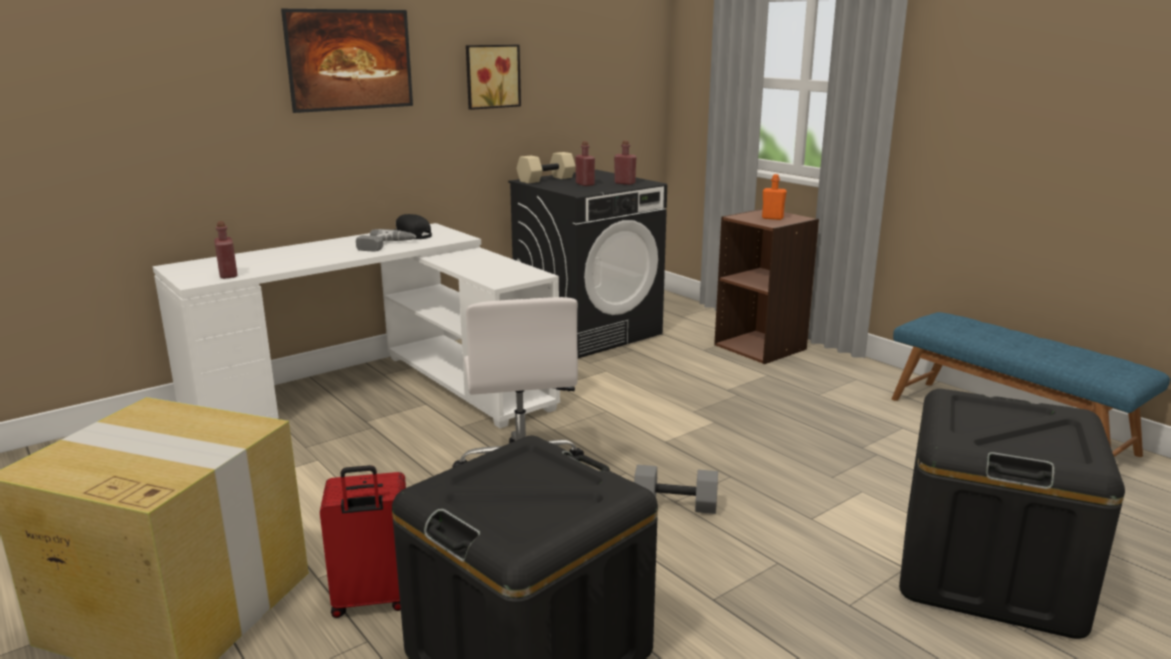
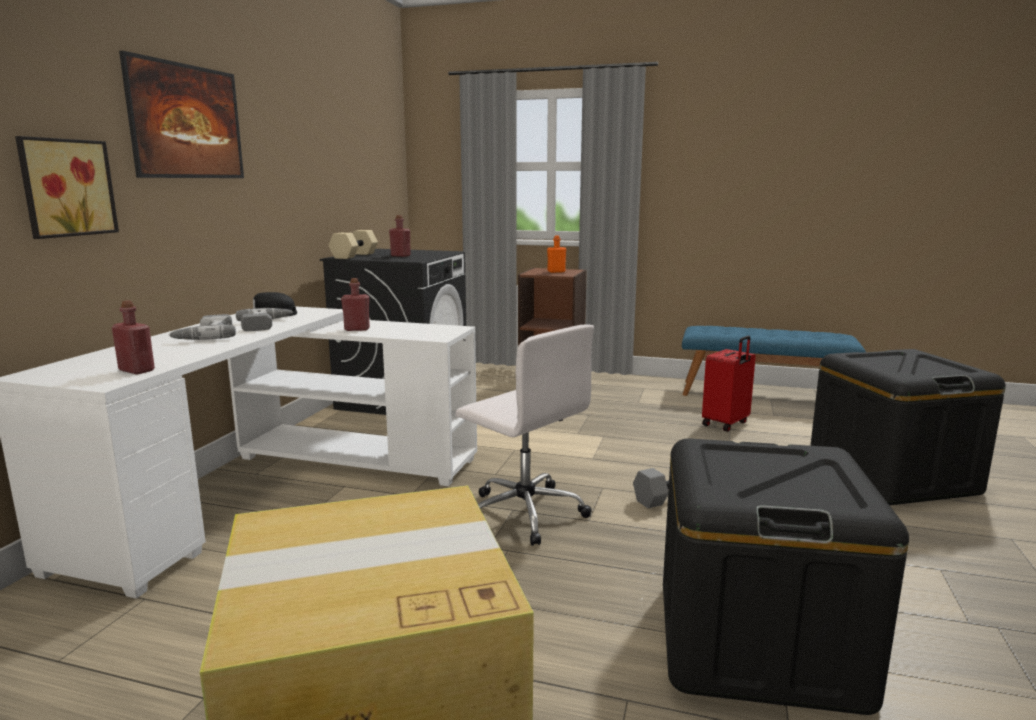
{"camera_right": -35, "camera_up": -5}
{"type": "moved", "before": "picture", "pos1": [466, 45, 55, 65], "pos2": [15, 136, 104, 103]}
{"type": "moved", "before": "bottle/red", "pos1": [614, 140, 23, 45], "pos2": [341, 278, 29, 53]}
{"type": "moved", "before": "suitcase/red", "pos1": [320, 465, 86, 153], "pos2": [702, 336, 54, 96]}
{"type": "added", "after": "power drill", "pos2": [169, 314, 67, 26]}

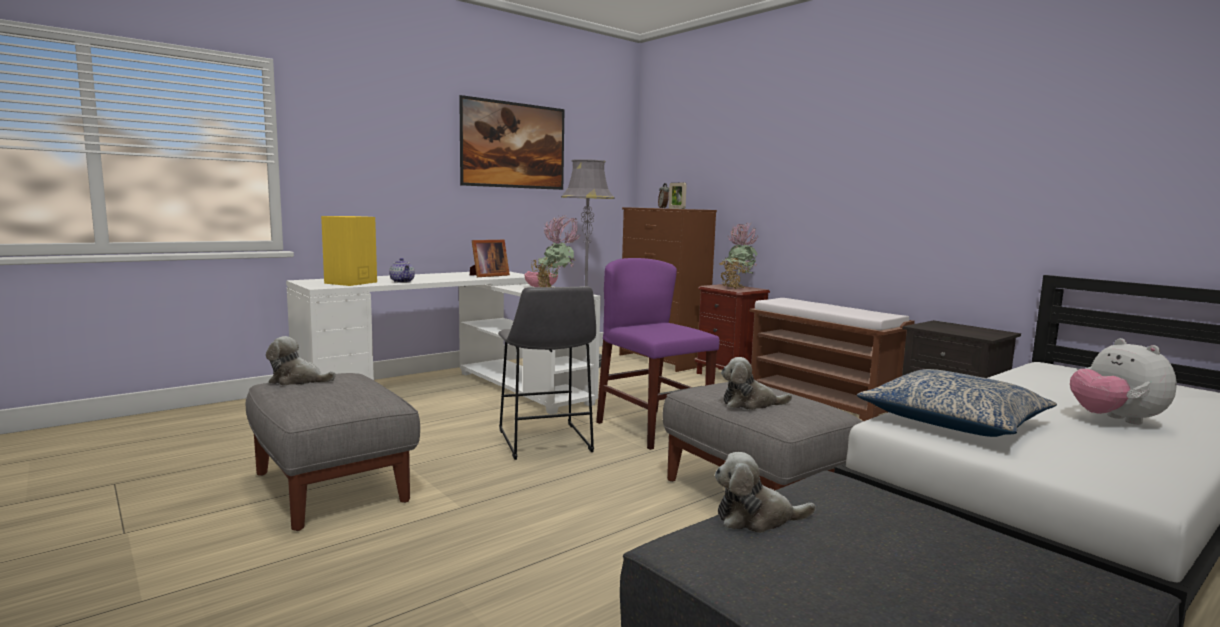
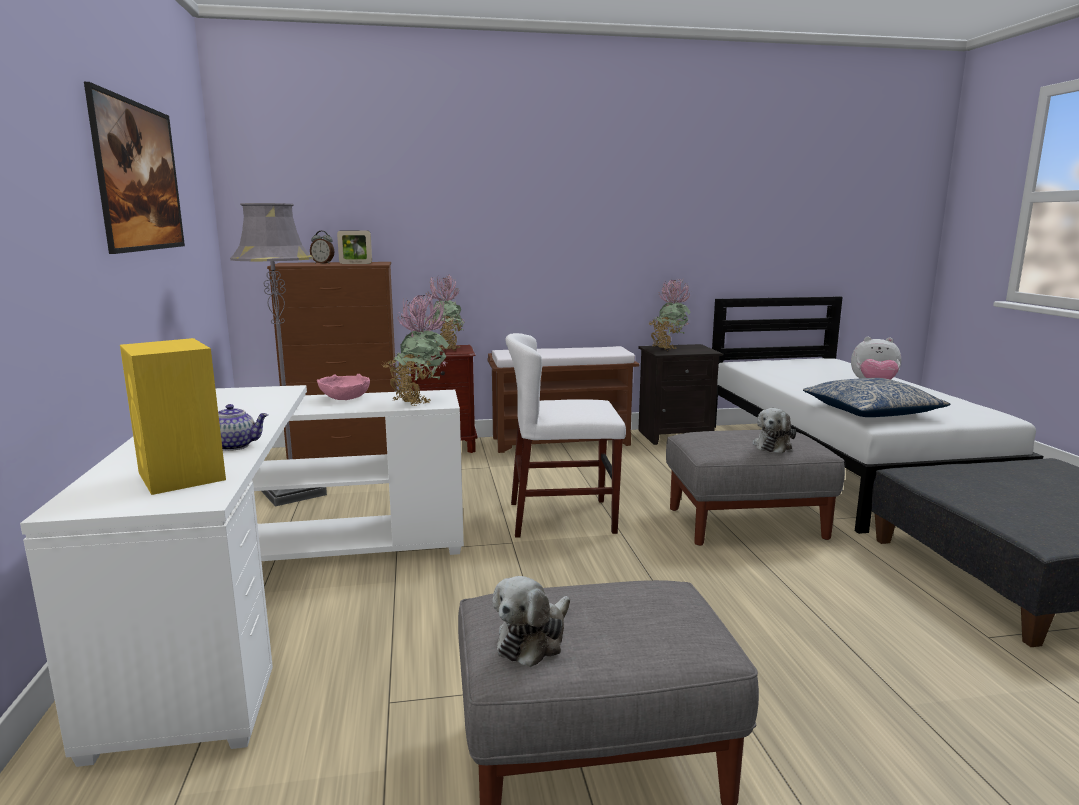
{"camera_right": -60, "camera_up": 5}
{"type": "removed", "before": "picture frame", "pos1": [470, 240, 40, 37]}
{"type": "recoloured", "before": "chair/purple", "after": "chair/white", "pos1": [596, 258, 124, 192], "pos2": [505, 333, 121, 205]}
{"type": "removed", "before": "stool/grey", "pos1": [498, 286, 98, 174]}
{"type": "removed", "before": "plush toy", "pos1": [715, 452, 101, 81]}
{"type": "added", "after": "potted plant", "pos2": [649, 278, 42, 72]}

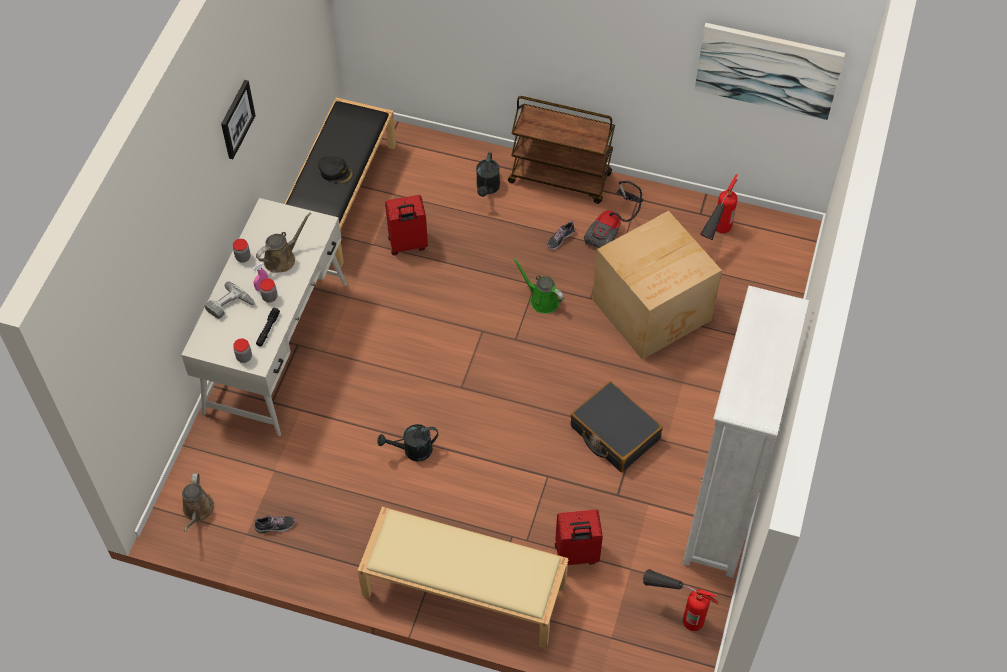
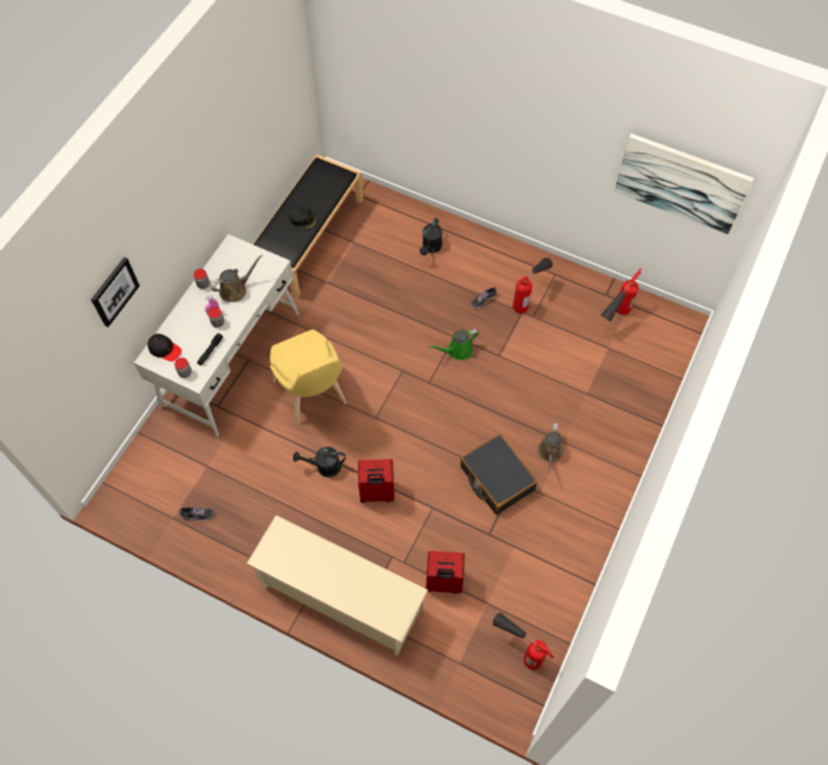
{"camera_right": 10, "camera_up": 5}
{"type": "moved", "before": "picture", "pos1": [221, 80, 35, 79], "pos2": [91, 257, 49, 70]}
{"type": "removed", "before": "cart/brown", "pos1": [508, 96, 107, 108]}
{"type": "replaced", "before": "vacuum cleaner", "after": "fire extinguisher", "pos1": [584, 181, 60, 67], "pos2": [513, 257, 40, 56]}
{"type": "moved", "before": "suitcase/red", "pos1": [385, 195, 43, 60], "pos2": [358, 459, 36, 44]}
{"type": "removed", "before": "cardboard box", "pos1": [592, 211, 130, 149]}
{"type": "turned", "before": "watering can/green", "pos1": [513, 258, 51, 56], "pos2": [429, 329, 50, 31], "turn": -75}
{"type": "removed", "before": "power drill", "pos1": [205, 281, 50, 38]}
{"type": "removed", "before": "bookcase/white", "pos1": [682, 286, 127, 292]}
{"type": "moved", "before": "watering can/brown", "pos1": [182, 473, 32, 58], "pos2": [537, 423, 27, 49]}
{"type": "replaced", "before": "bench/beige", "after": "shoe rack/beige", "pos1": [357, 507, 212, 142], "pos2": [246, 515, 182, 141]}
{"type": "added", "after": "chair/yellow", "pos2": [270, 329, 77, 96]}
{"type": "added", "after": "cap/black", "pos2": [148, 334, 34, 28]}

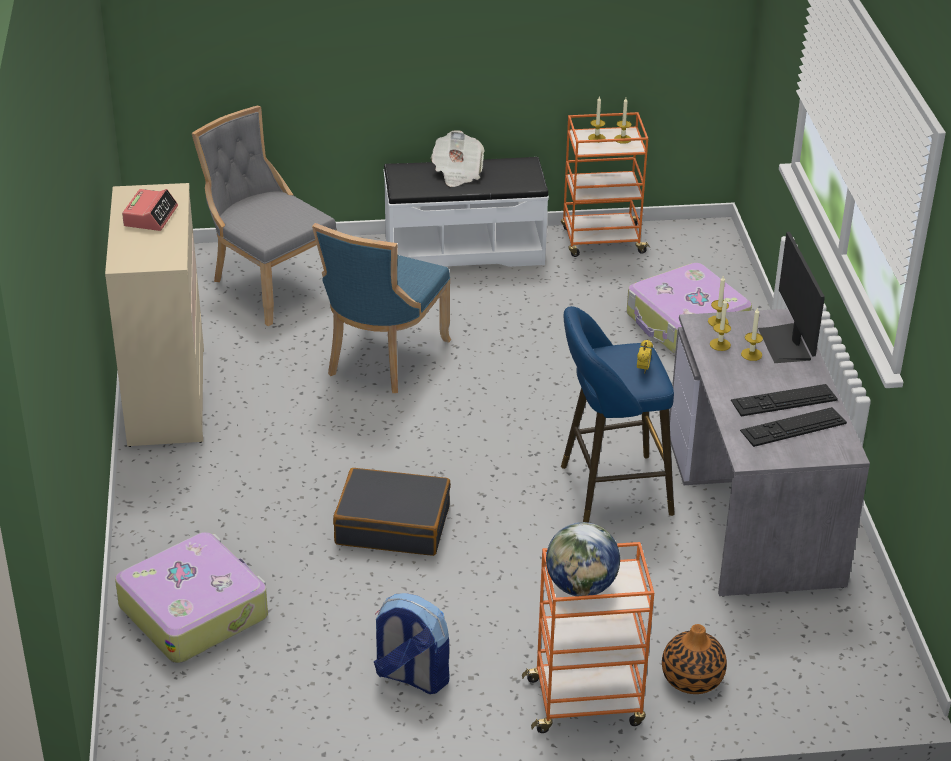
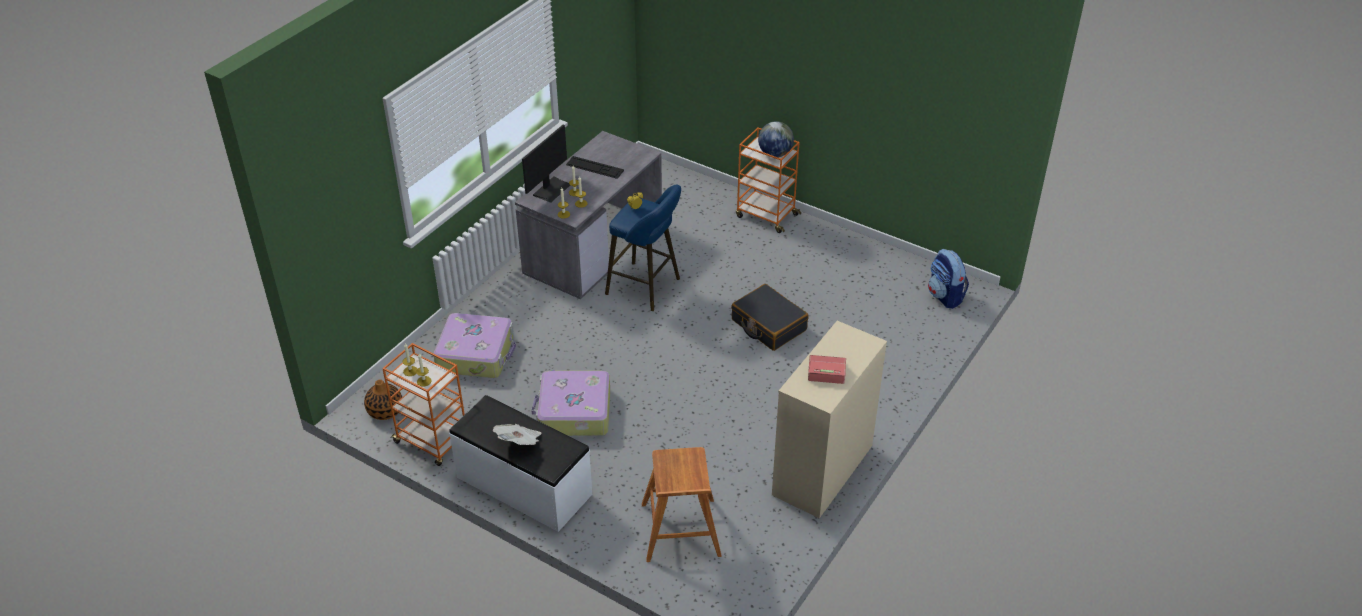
{"camera_right": -140, "camera_up": 5}
{"type": "replaced", "before": "chair/grey", "after": "stool/brown", "pos1": [192, 106, 145, 220], "pos2": [642, 447, 80, 115]}
{"type": "turned", "before": "alarm clock", "pos1": [122, 189, 56, 42], "pos2": [808, 355, 38, 29], "turn": 45}
{"type": "removed", "before": "chair/blue", "pos1": [312, 223, 139, 170]}
{"type": "removed", "before": "keyboard", "pos1": [740, 407, 107, 40]}
{"type": "moved", "before": "suitcase", "pos1": [115, 532, 153, 131], "pos2": [531, 371, 79, 65]}
{"type": "moved", "before": "backpack", "pos1": [374, 593, 75, 101], "pos2": [928, 249, 41, 60]}
{"type": "moved", "before": "vase", "pos1": [662, 624, 65, 70], "pos2": [364, 380, 38, 40]}

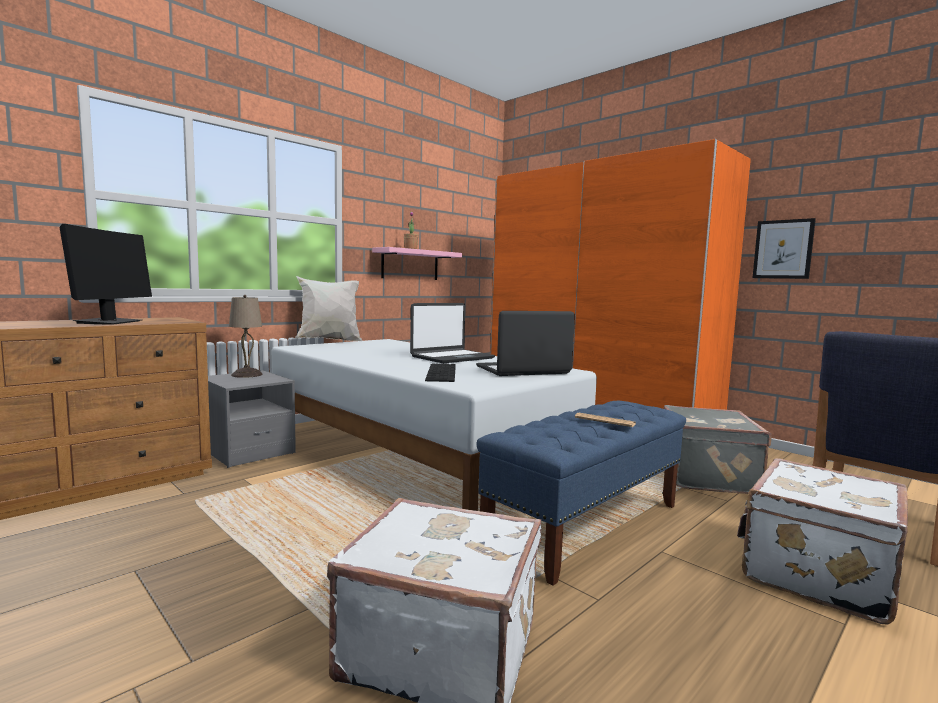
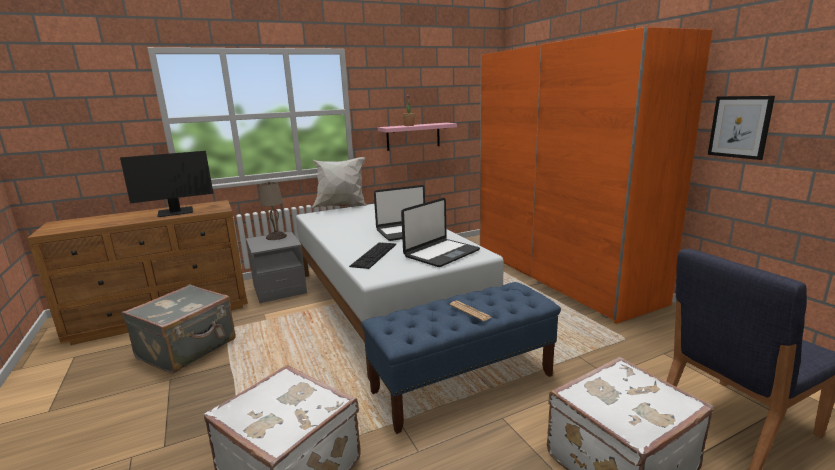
{"camera_right": 20, "camera_up": 10}
{"type": "turned", "before": "monitor", "pos1": [60, 224, 92, 101], "pos2": [120, 151, 93, 66], "turn": 45}
{"type": "turned", "before": "laptop", "pos1": [476, 311, 99, 65], "pos2": [401, 198, 79, 69], "turn": 135}
{"type": "moved", "before": "suitcase/grey", "pos1": [664, 405, 107, 89], "pos2": [122, 284, 114, 90]}

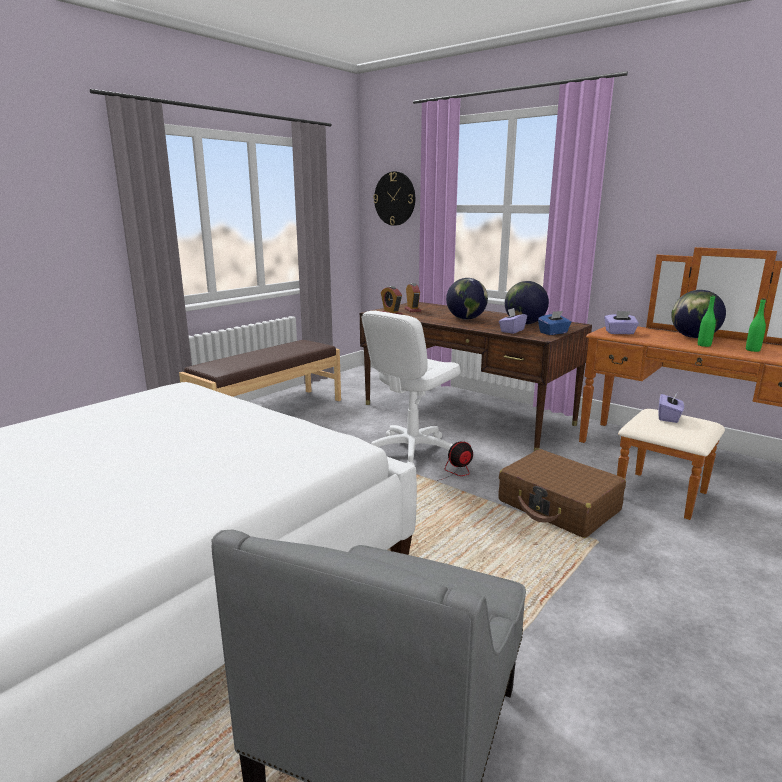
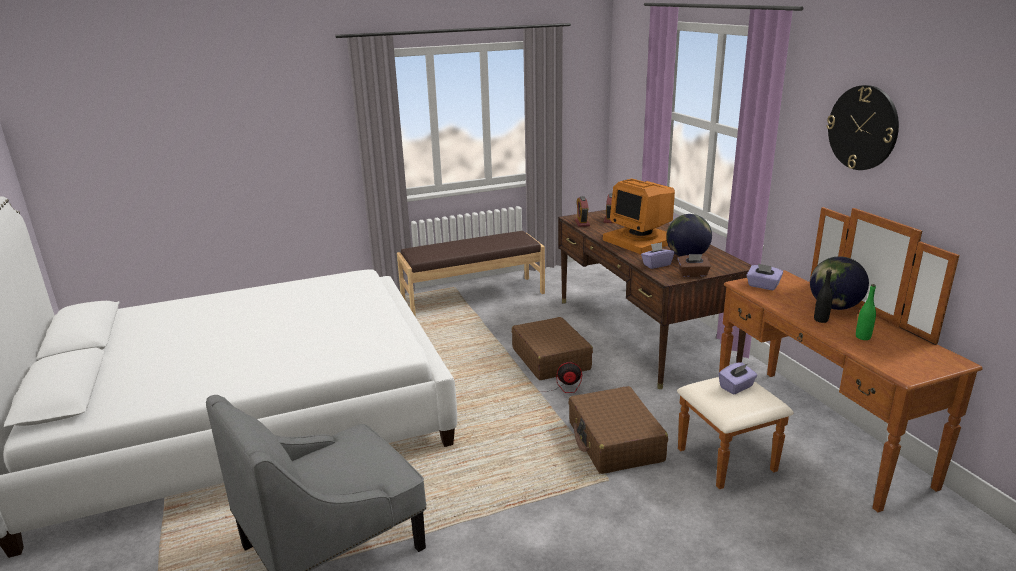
{"camera_right": 30, "camera_up": 5}
{"type": "moved", "before": "wall clock", "pos1": [373, 171, 42, 55], "pos2": [827, 85, 72, 85]}
{"type": "replaced", "before": "globe", "after": "monitor", "pos1": [446, 278, 42, 42], "pos2": [603, 178, 72, 76]}
{"type": "recoloured", "before": "bottle/green", "after": "bottle/black", "pos1": [698, 295, 18, 52], "pos2": [814, 269, 19, 54]}
{"type": "replaced", "before": "office chair/white", "after": "suitcase/brown", "pos1": [362, 311, 98, 155], "pos2": [512, 317, 81, 63]}
{"type": "recoloured", "before": "tissue box/blue", "after": "tissue box/brown", "pos1": [538, 311, 34, 24], "pos2": [678, 254, 33, 23]}

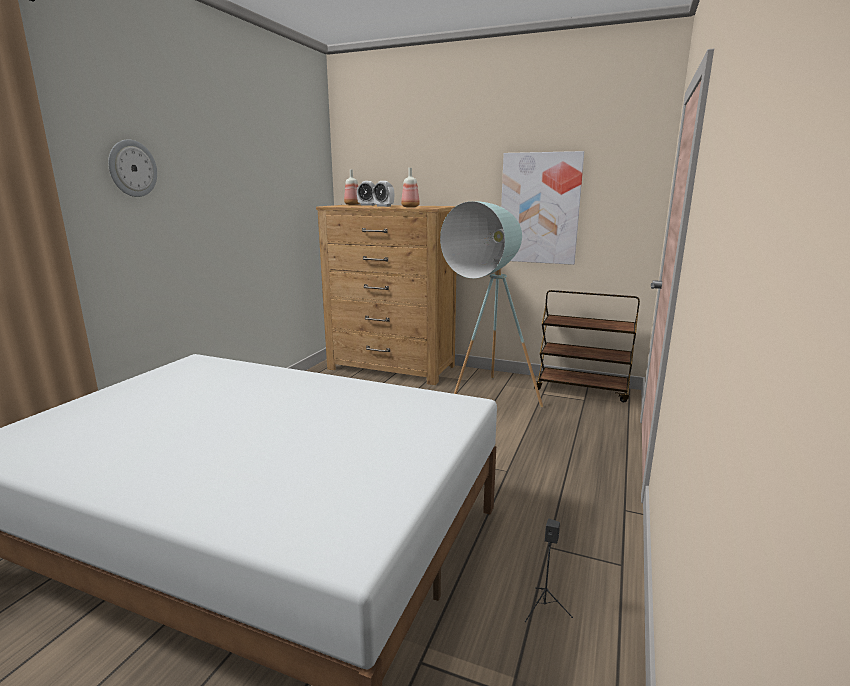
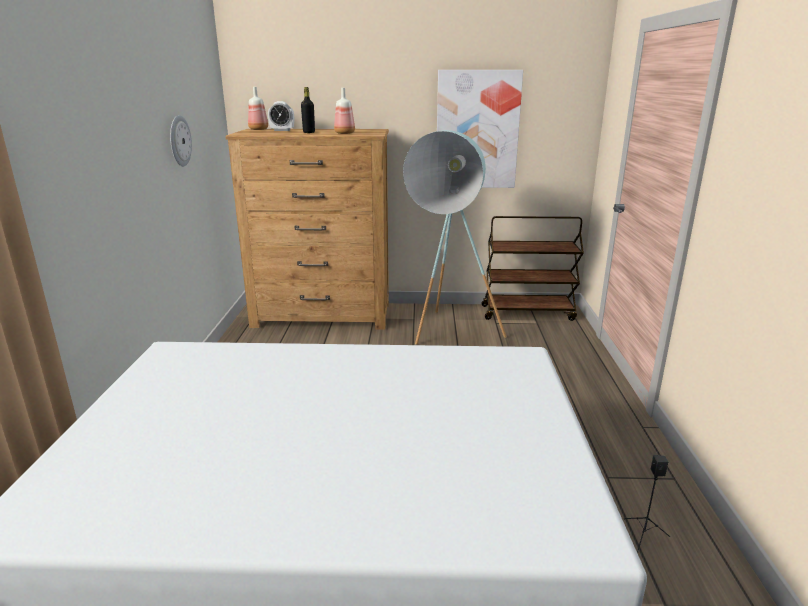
{"camera_right": -20, "camera_up": 5}
{"type": "moved", "before": "wall clock", "pos1": [108, 139, 49, 58], "pos2": [170, 115, 22, 51]}
{"type": "replaced", "before": "alarm clock", "after": "bottle/black", "pos1": [373, 181, 21, 26], "pos2": [301, 87, 14, 46]}

